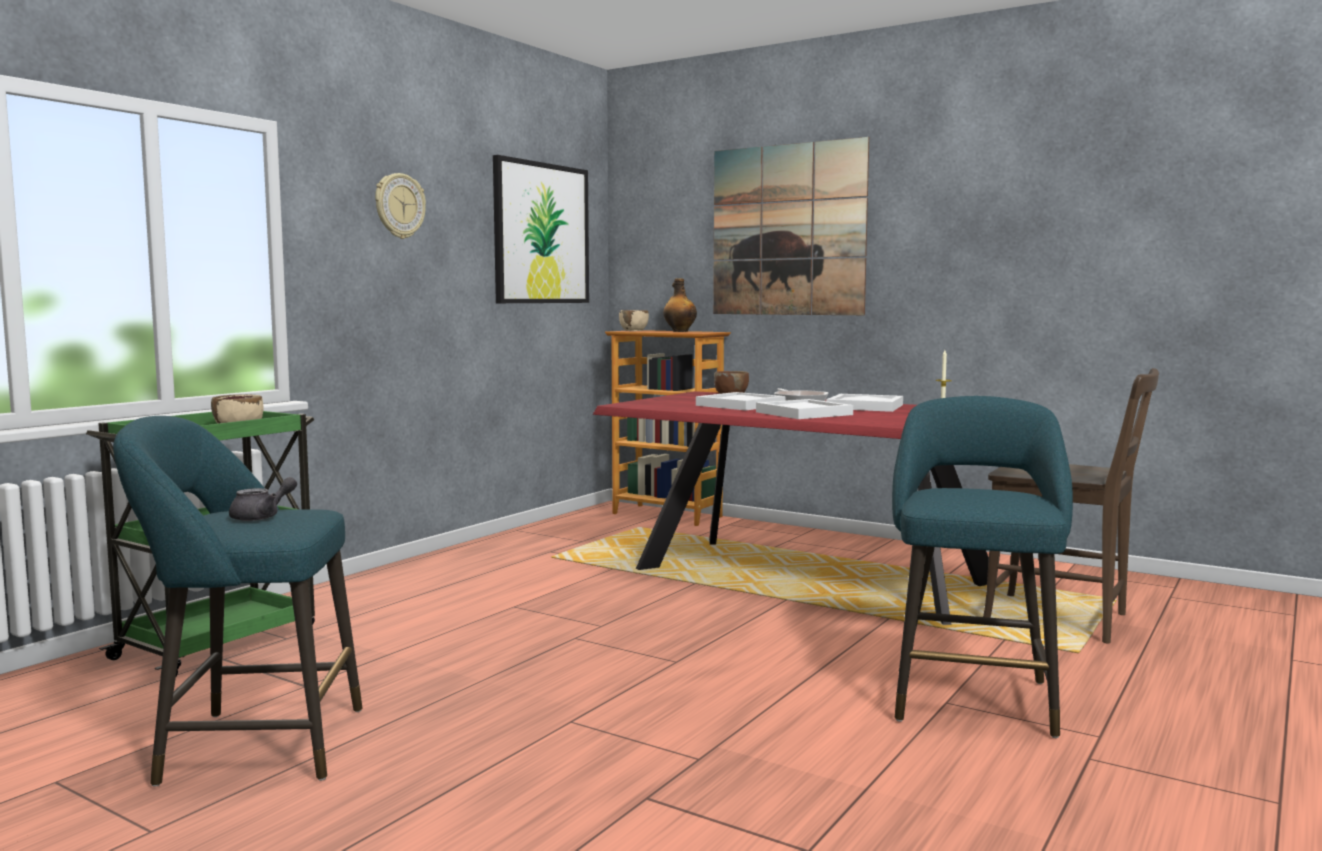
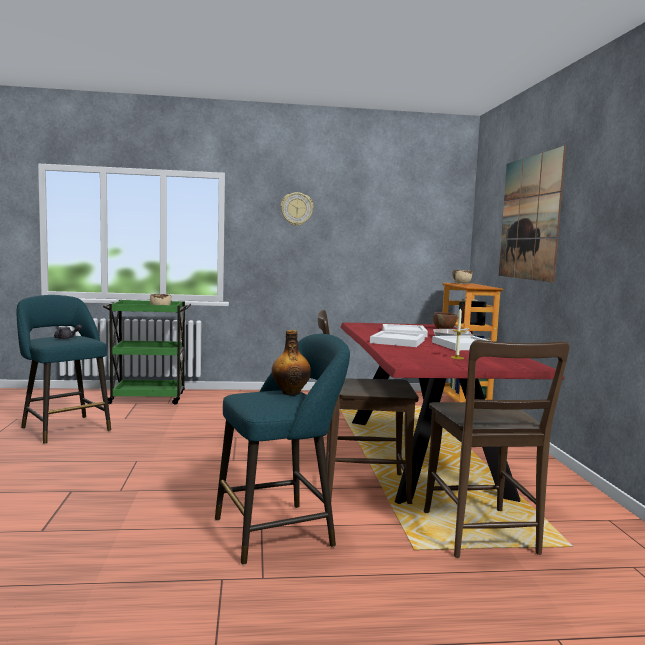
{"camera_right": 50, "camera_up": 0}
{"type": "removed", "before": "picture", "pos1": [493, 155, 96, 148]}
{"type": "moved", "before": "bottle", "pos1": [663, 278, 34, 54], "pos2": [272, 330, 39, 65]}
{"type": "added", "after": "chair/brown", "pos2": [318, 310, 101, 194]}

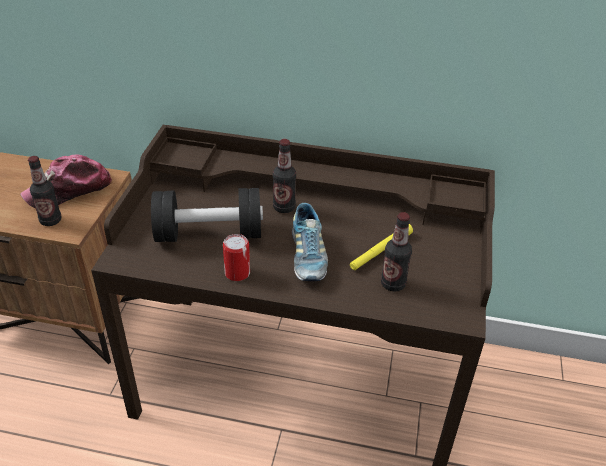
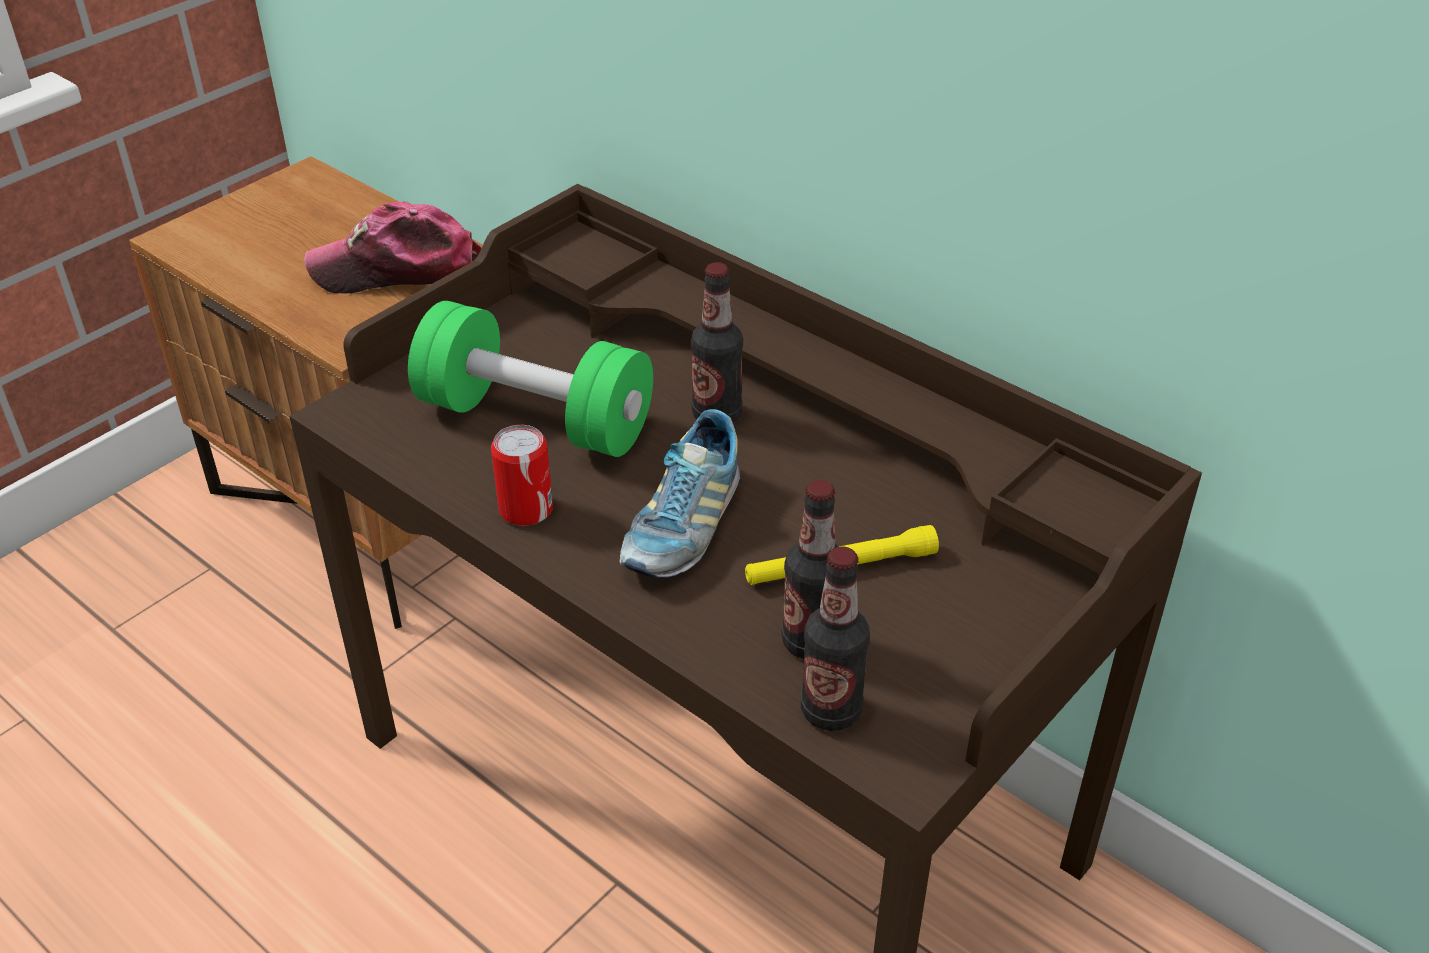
{"camera_right": 30, "camera_up": 0}
{"type": "moved", "before": "bottle", "pos1": [28, 156, 34, 70], "pos2": [801, 547, 69, 184]}
{"type": "recoloured", "before": "dumbbell/black", "after": "dumbbell/green", "pos1": [151, 188, 112, 54], "pos2": [408, 301, 245, 156]}

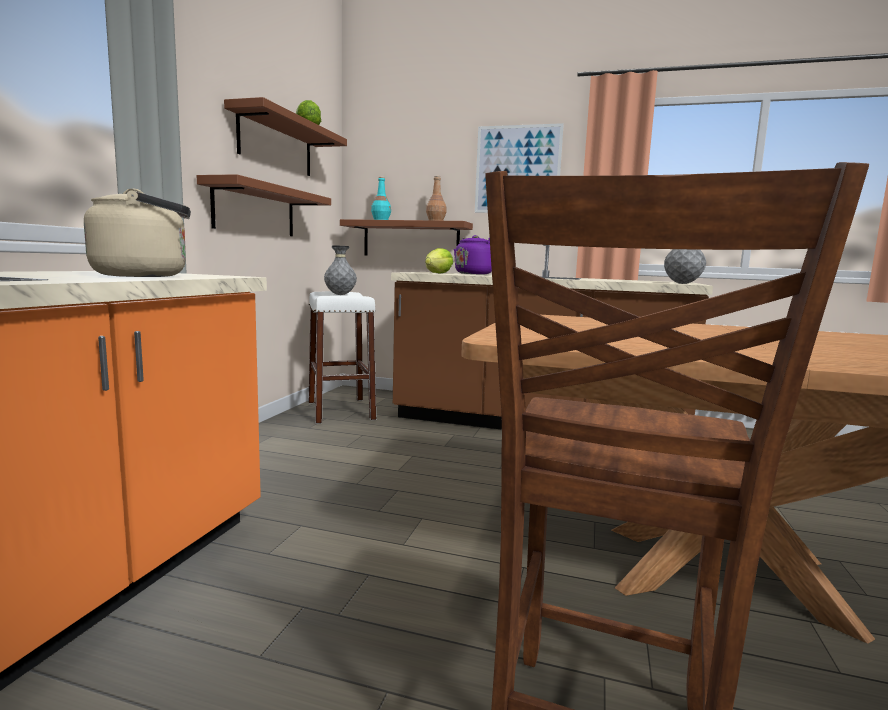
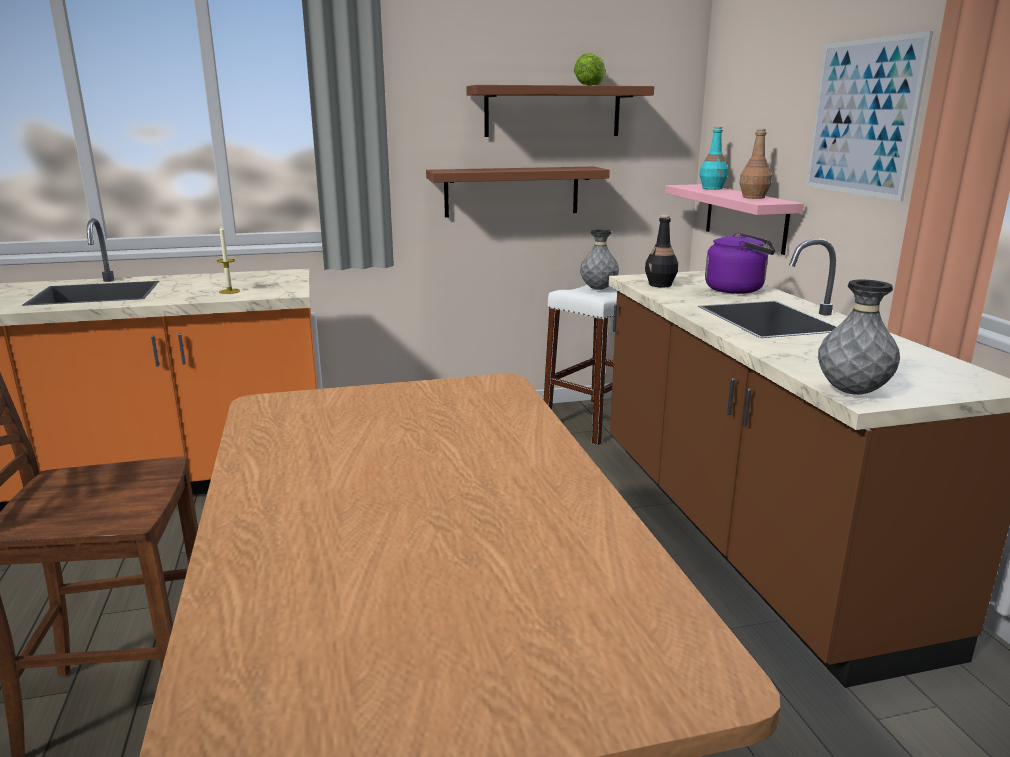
{"camera_right": 60, "camera_up": 10}
{"type": "replaced", "before": "kettle/beige", "after": "candle", "pos1": [84, 188, 107, 89], "pos2": [217, 226, 23, 68]}
{"type": "recoloured", "before": "shelf/brown", "after": "shelf/pink", "pos1": [340, 219, 133, 36], "pos2": [665, 184, 139, 71]}
{"type": "replaced", "before": "lettuce", "after": "bottle/black", "pos1": [425, 248, 28, 26], "pos2": [645, 215, 33, 72]}

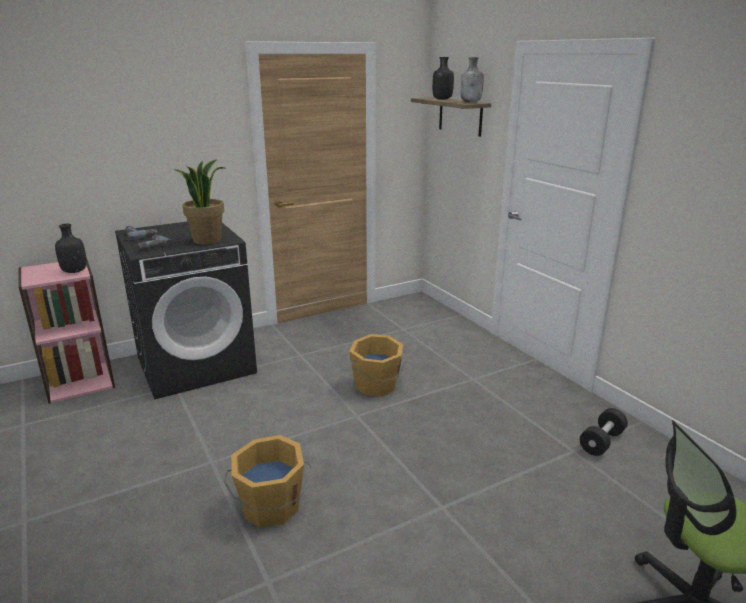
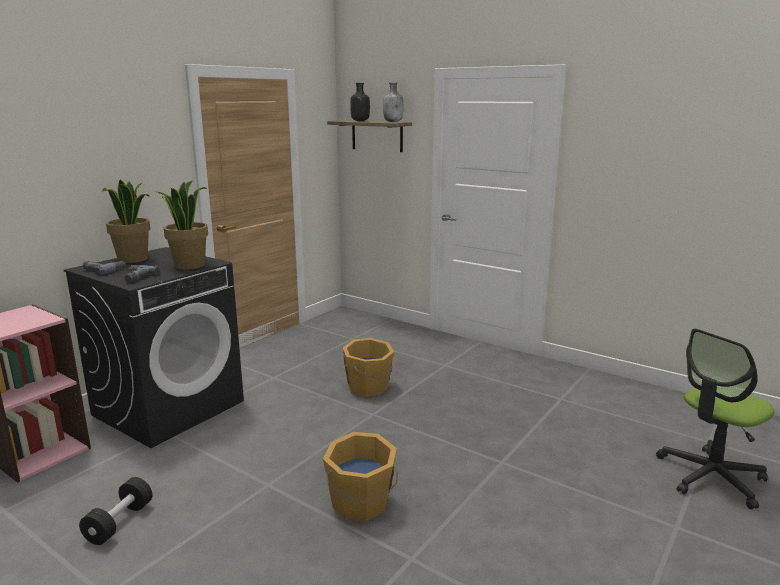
{"camera_right": -25, "camera_up": -5}
{"type": "removed", "before": "bottle/black", "pos1": [55, 224, 32, 49]}
{"type": "moved", "before": "dumbbell/black", "pos1": [580, 408, 48, 48], "pos2": [79, 477, 73, 68]}
{"type": "added", "after": "potted plant", "pos2": [102, 179, 49, 84]}

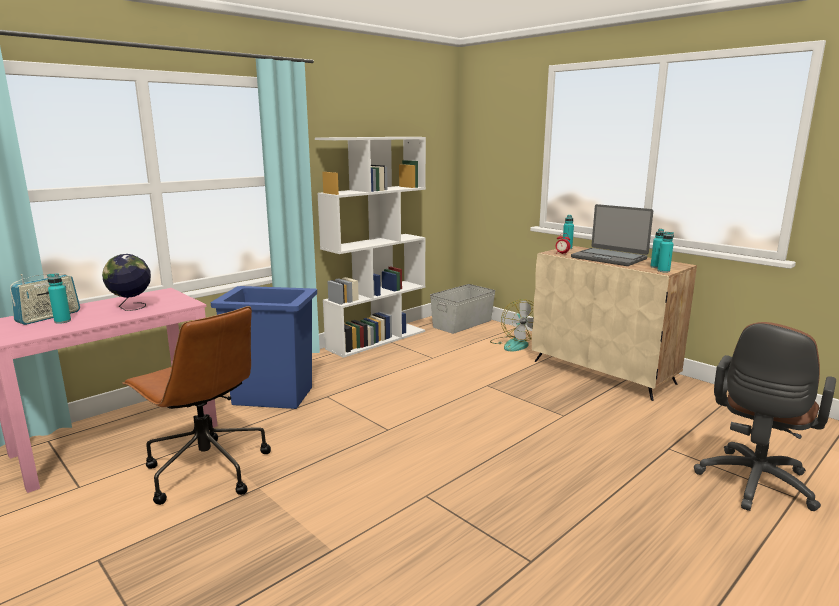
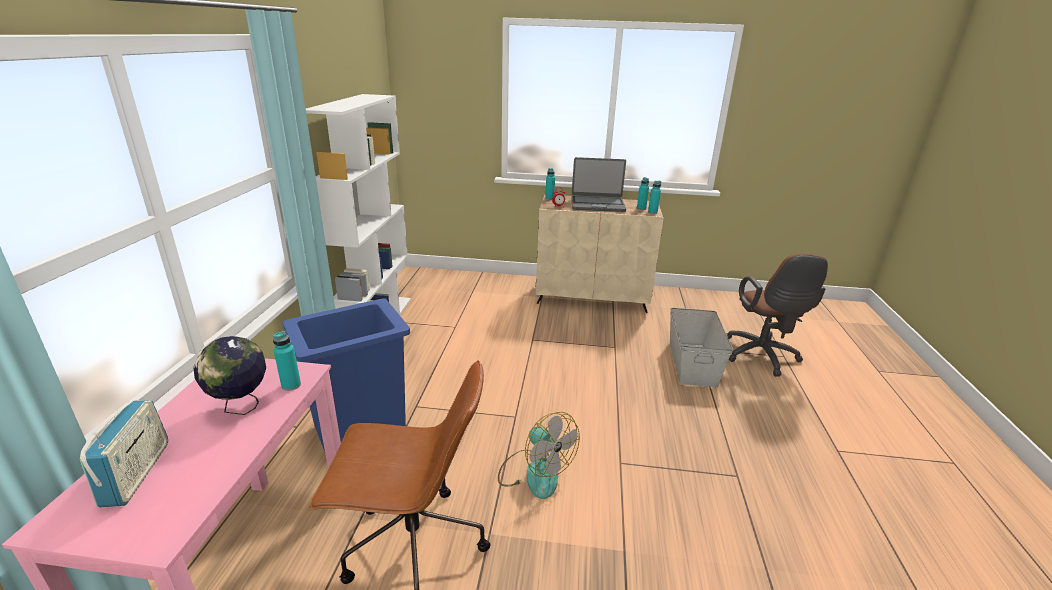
{"camera_right": -40, "camera_up": 10}
{"type": "moved", "before": "bottle/turquoise", "pos1": [47, 273, 24, 51], "pos2": [273, 331, 28, 60]}
{"type": "moved", "before": "storage box/grey", "pos1": [430, 284, 66, 50], "pos2": [670, 308, 63, 79]}
{"type": "moved", "before": "fan", "pos1": [490, 299, 44, 52], "pos2": [498, 412, 82, 87]}

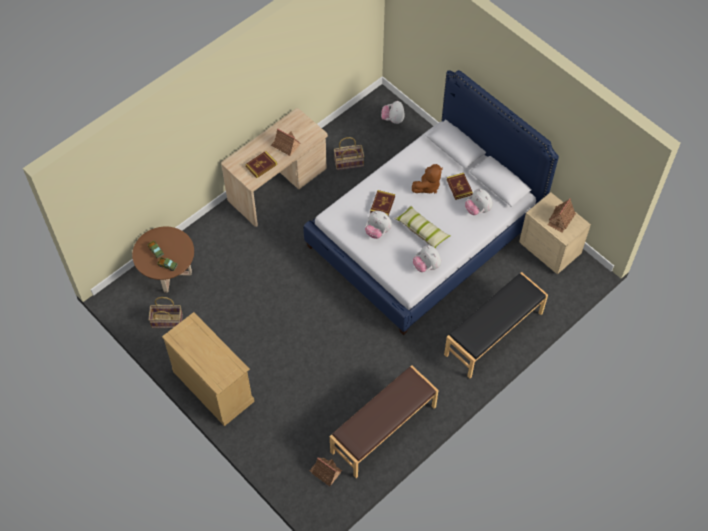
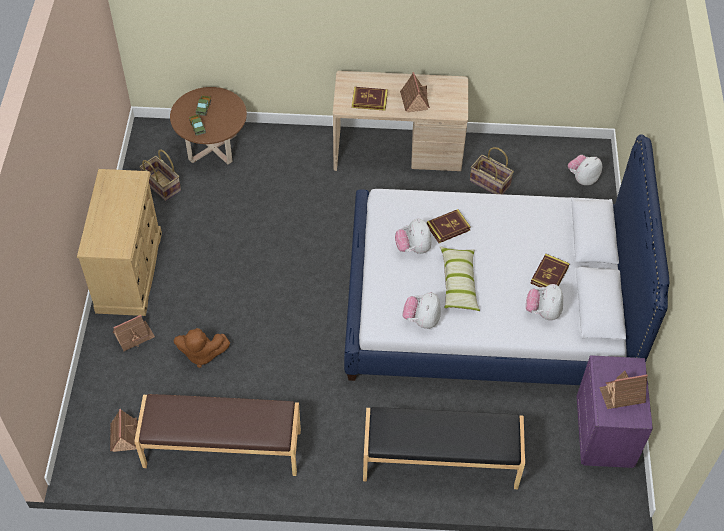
{"camera_right": 45, "camera_up": -5}
{"type": "moved", "before": "plush toy/brown", "pos1": [412, 164, 31, 29], "pos2": [173, 328, 57, 40]}
{"type": "recoloured", "before": "nightstand/beige", "after": "nightstand/purple", "pos1": [519, 192, 72, 82], "pos2": [577, 355, 76, 113]}
{"type": "added", "after": "toy house", "pos2": [113, 315, 42, 36]}

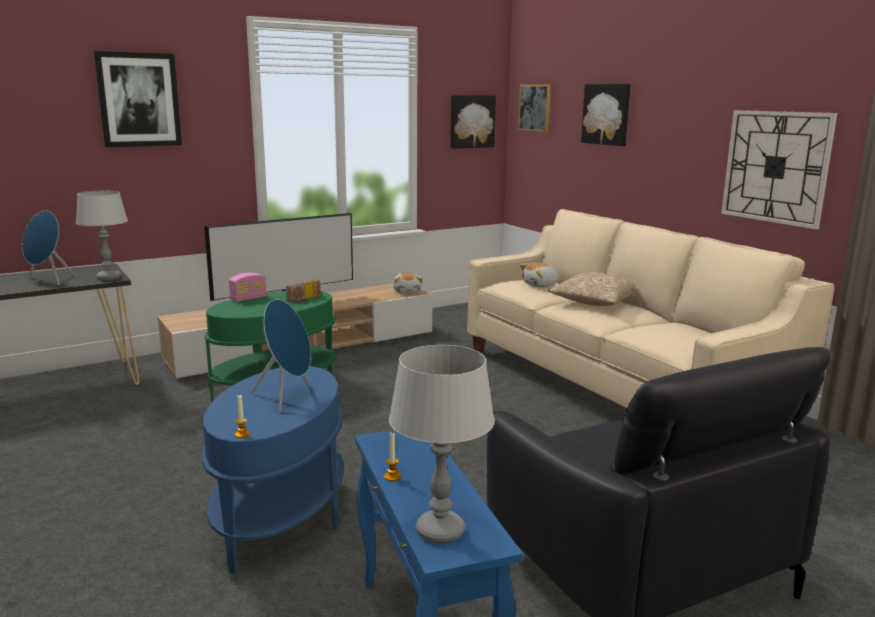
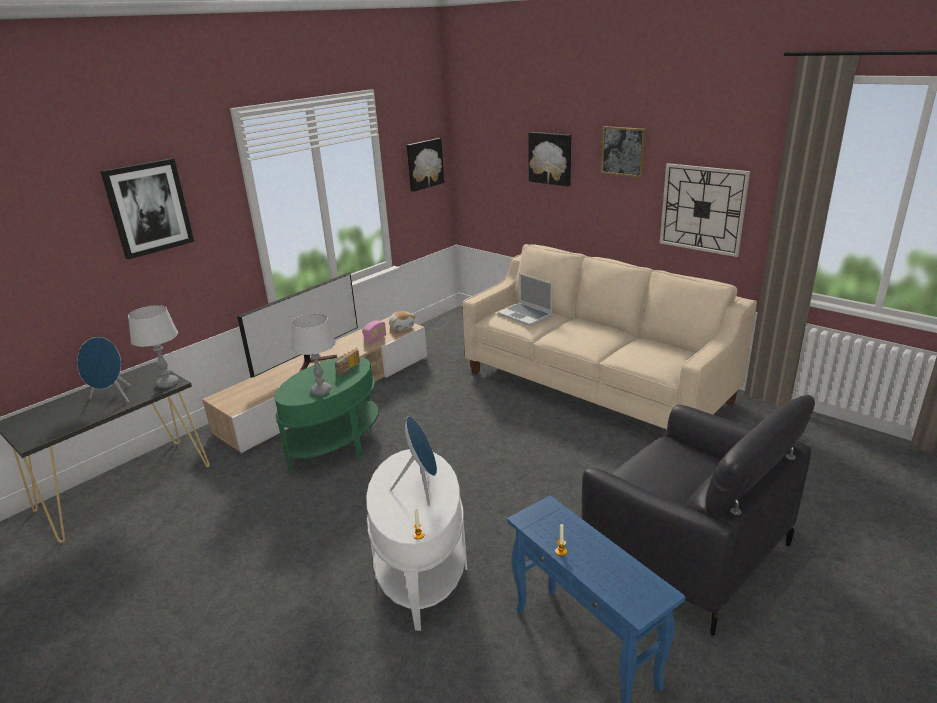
{"camera_right": -15, "camera_up": 10}
{"type": "moved", "before": "picture", "pos1": [518, 85, 33, 47], "pos2": [601, 126, 45, 51]}
{"type": "replaced", "before": "plush toy", "after": "laptop", "pos1": [520, 262, 39, 25], "pos2": [497, 273, 56, 53]}
{"type": "removed", "before": "pillow", "pos1": [548, 272, 87, 34]}
{"type": "moved", "before": "radio", "pos1": [229, 273, 38, 29], "pos2": [363, 320, 23, 24]}
{"type": "moved", "before": "table lamp/grey", "pos1": [389, 345, 106, 198], "pos2": [291, 314, 45, 81]}
{"type": "recoloured", "before": "side table/blue", "after": "side table/white", "pos1": [202, 366, 142, 208], "pos2": [366, 449, 101, 182]}

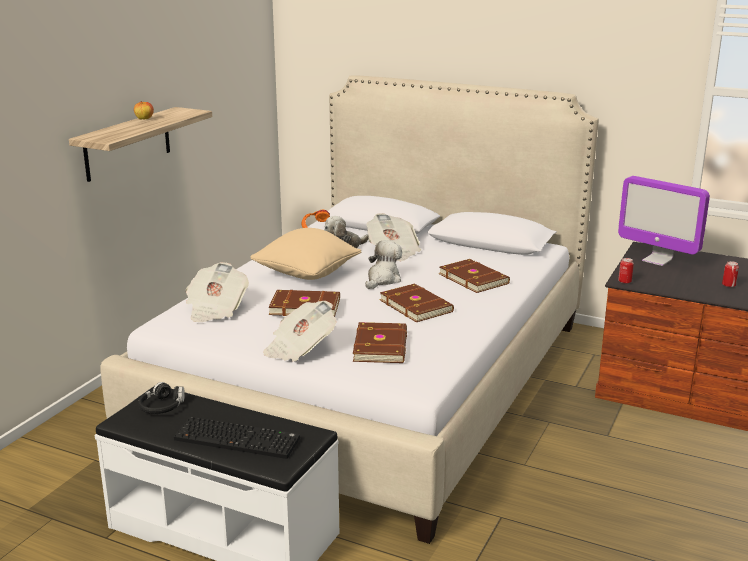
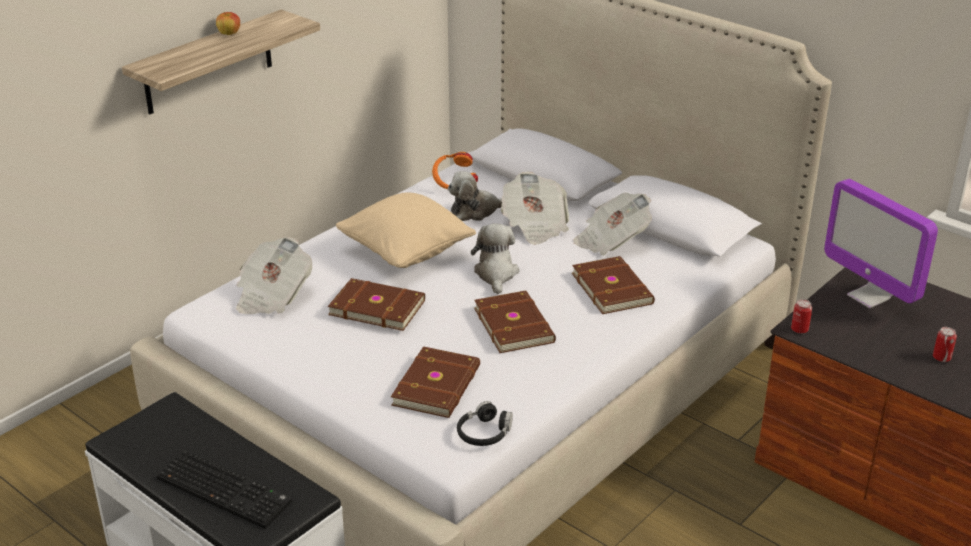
{"camera_right": 15, "camera_up": 10}
{"type": "turned", "before": "plush toy", "pos1": [365, 240, 37, 49], "pos2": [471, 223, 48, 71], "turn": -45}
{"type": "moved", "before": "newspaper", "pos1": [263, 301, 73, 61], "pos2": [573, 192, 79, 64]}
{"type": "moved", "before": "headphones/black", "pos1": [138, 382, 47, 32], "pos2": [457, 401, 56, 45]}

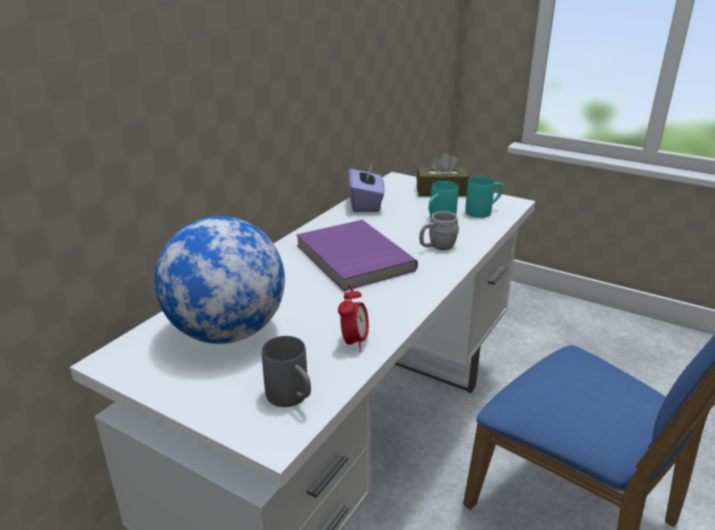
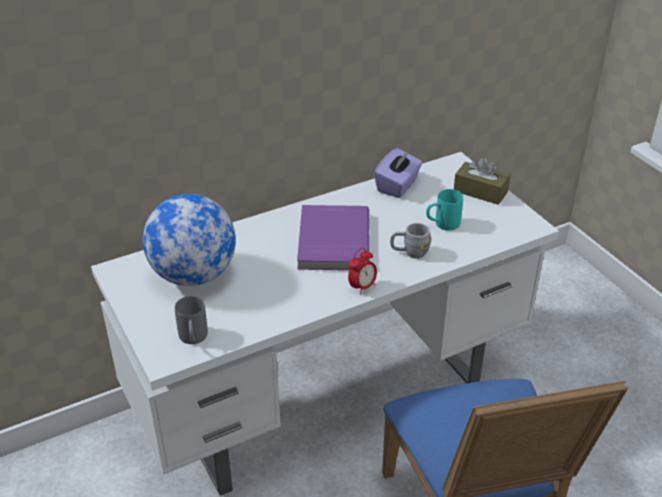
{"camera_right": 30, "camera_up": 10}
{"type": "removed", "before": "mug/turquoise", "pos1": [466, 176, 36, 42]}
{"type": "moved", "before": "alarm clock", "pos1": [338, 285, 31, 67], "pos2": [348, 248, 29, 47]}

